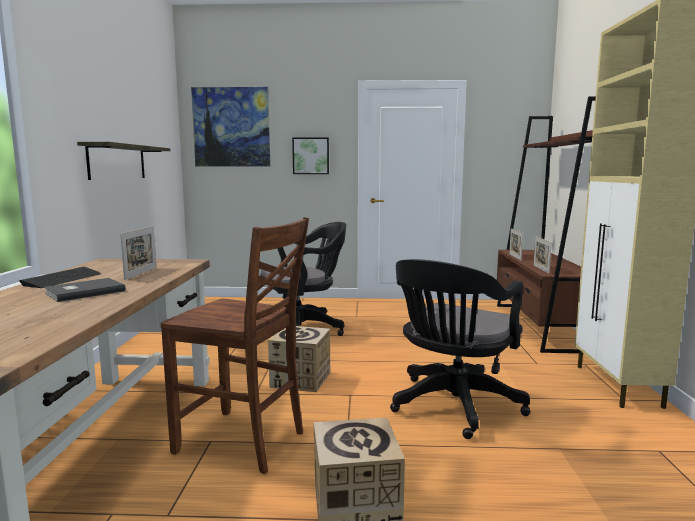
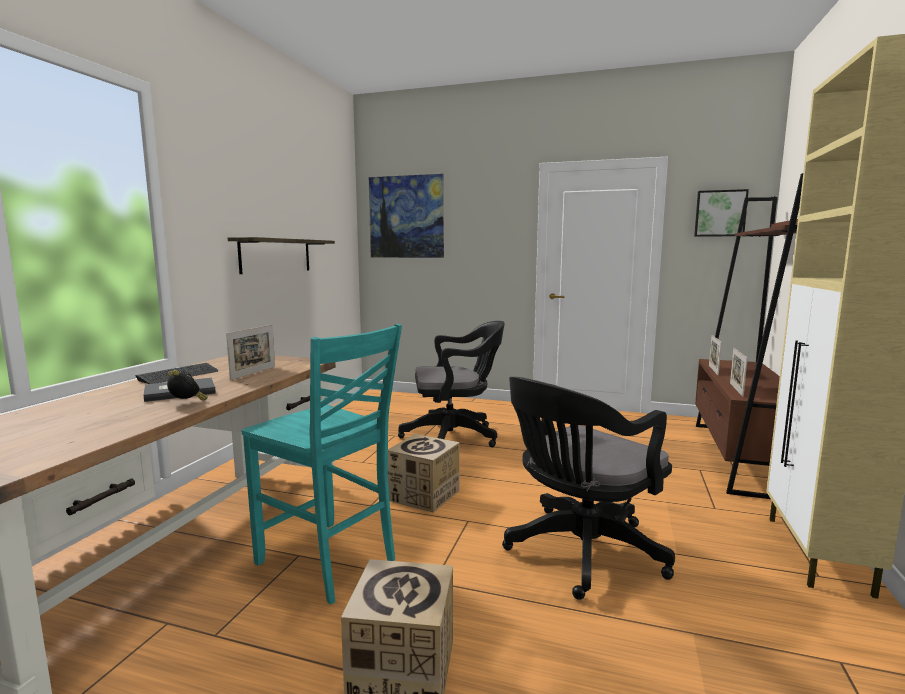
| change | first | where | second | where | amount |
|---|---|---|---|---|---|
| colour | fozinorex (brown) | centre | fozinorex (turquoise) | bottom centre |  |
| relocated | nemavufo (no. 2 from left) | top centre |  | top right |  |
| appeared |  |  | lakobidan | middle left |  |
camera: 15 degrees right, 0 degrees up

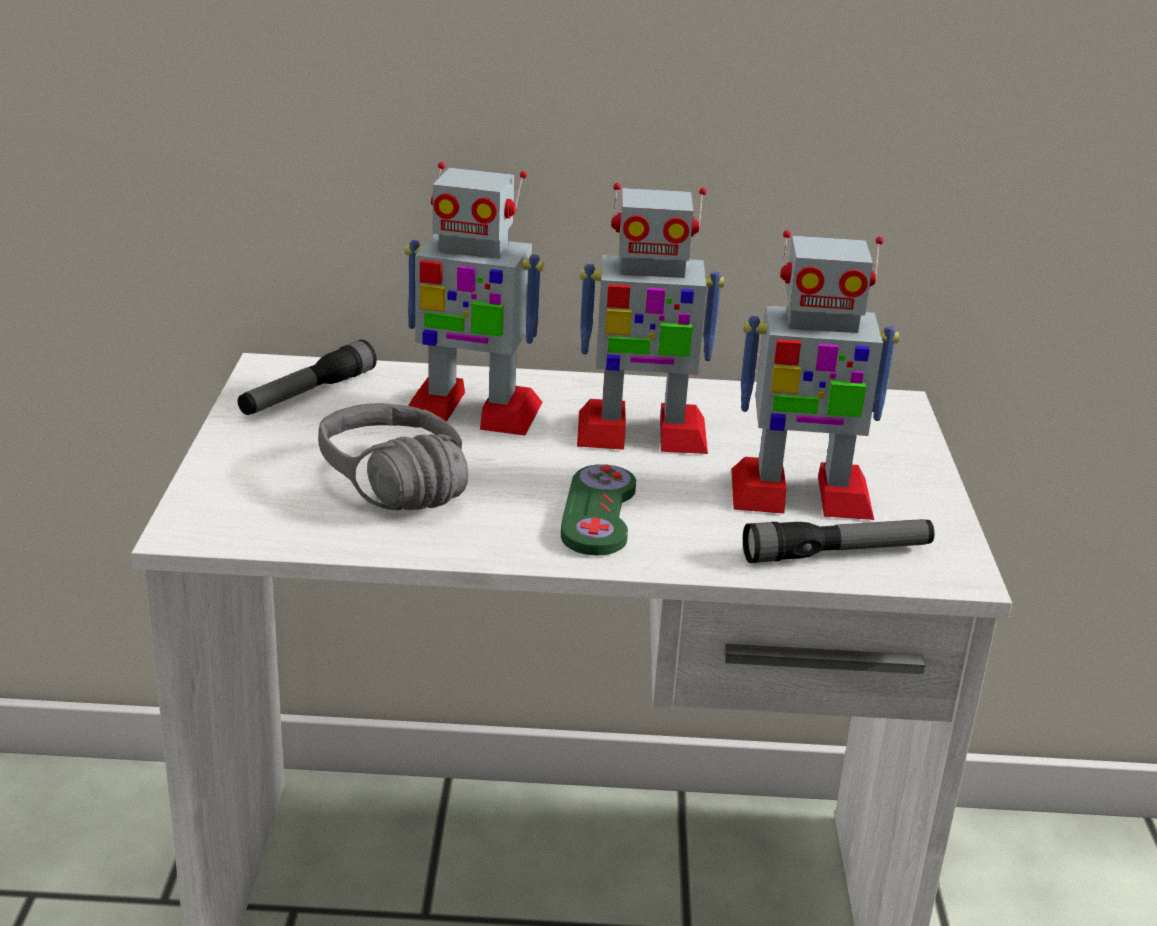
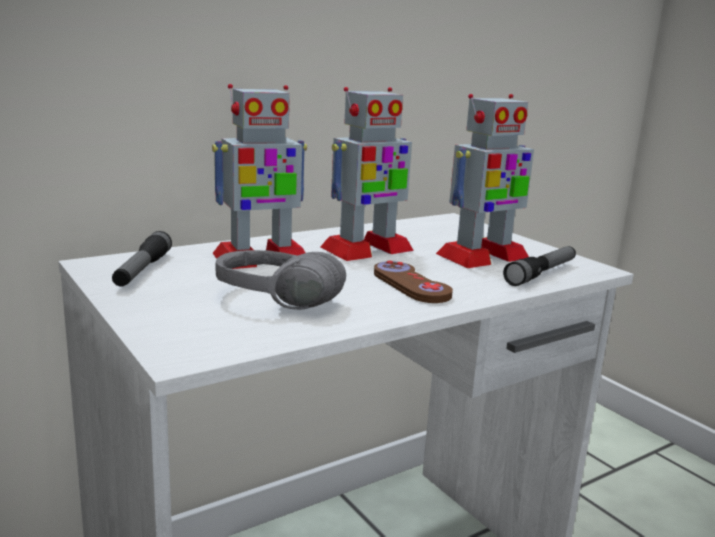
| change | first | where | second | where | amount |
|---|---|---|---|---|---|
| colour | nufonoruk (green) | centre | nufonoruk (brown) | centre |  |
camera: 35 degrees left, 10 degrees down

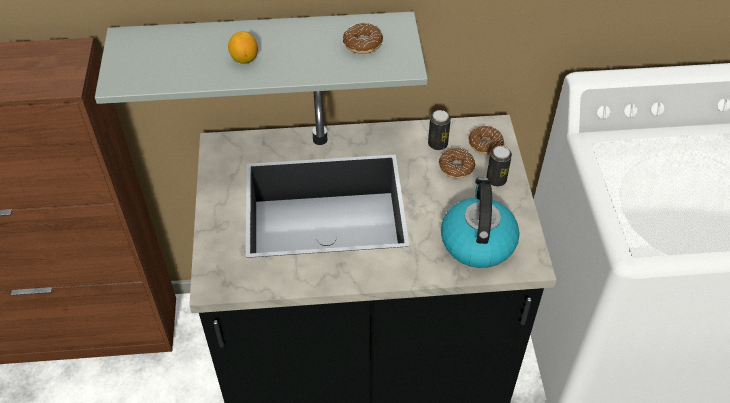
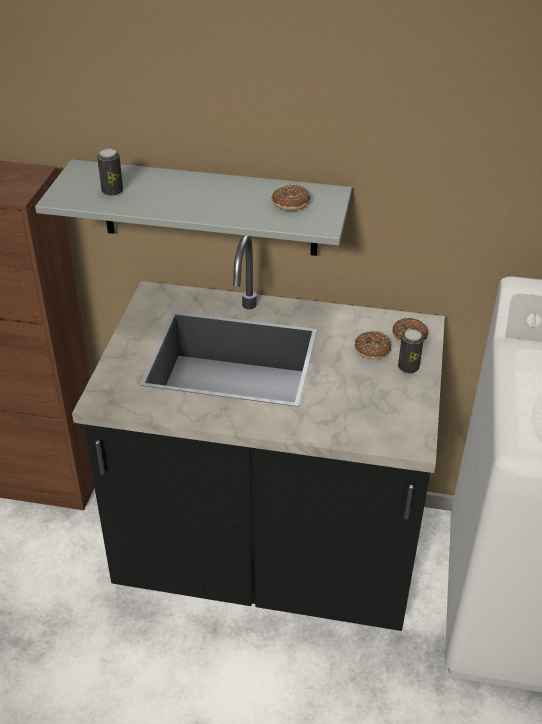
| change | first | where | second | where | amount |
|---|---|---|---|---|---|
| missing | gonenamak | top left |  |  |  |
| relocated | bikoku (no. 1 from left) | top centre |  | top left |  |
| missing | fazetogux | centre |  |  |  |
camera: 15 degrees right, 10 degrees down

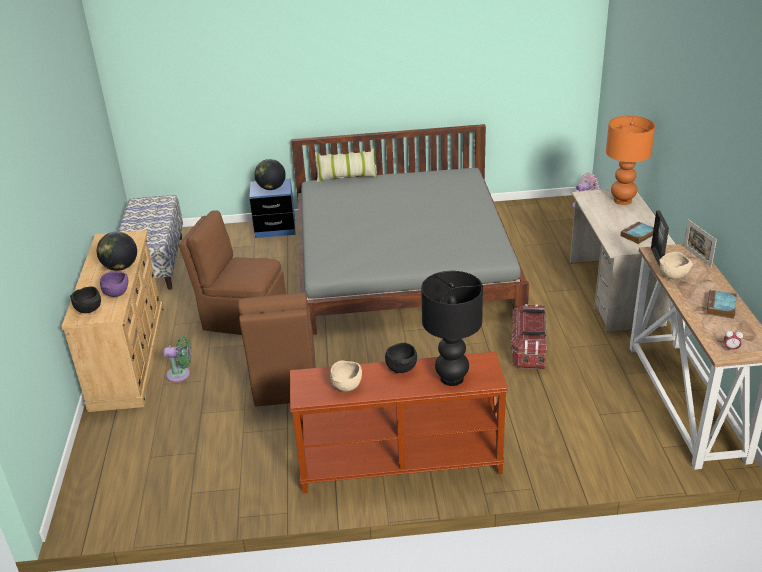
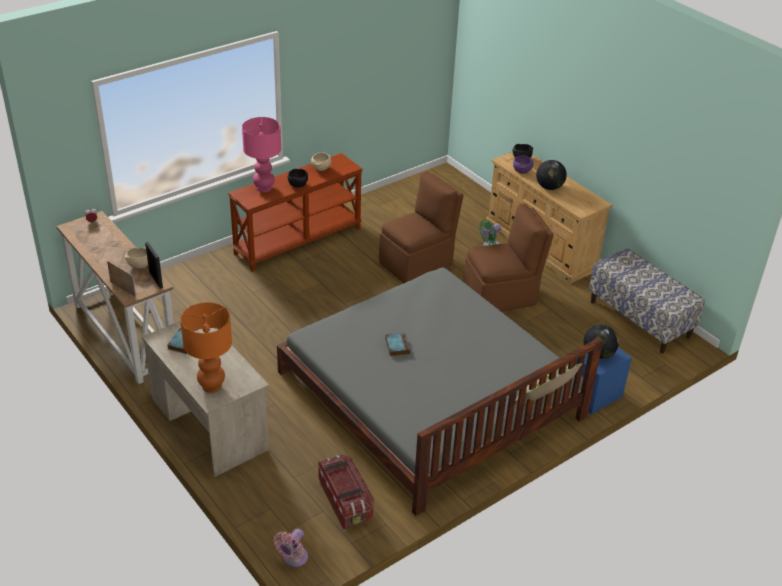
| change | first | where | second | where | amount |
|---|---|---|---|---|---|
| spun | fozinorex (brown) (no. 2 from left in the first image) | centre | fozinorex (brown) (no. 1 from left) | centre | 90 degrees clockwise |
| colour | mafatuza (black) | centre | mafatuza (pink) | top centre |  |
| relocated | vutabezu | middle right |  | bottom centre |  |
| relocated | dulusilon (no. 2 from left) | middle right |  | centre |  |
camera: 145 degrees right, 5 degrees up

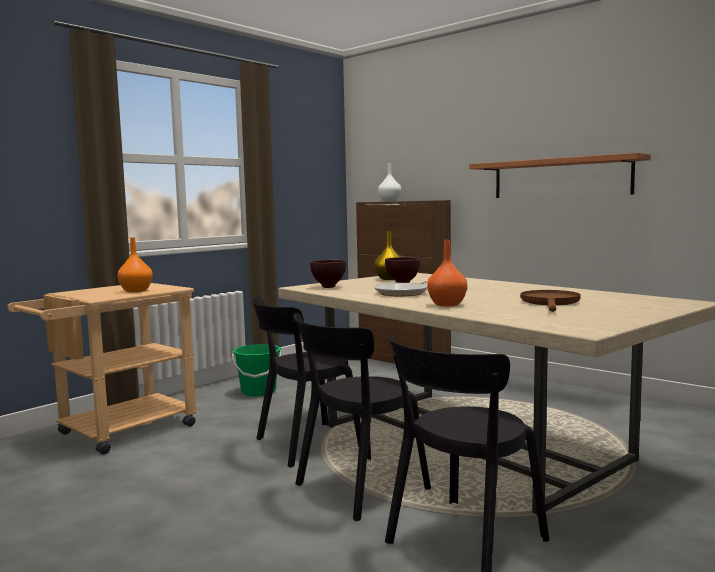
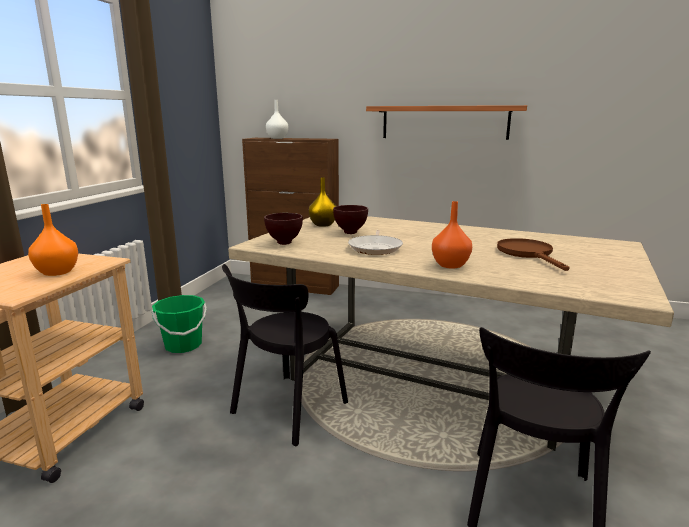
| change | first | where | second | where | amount |
|---|---|---|---|---|---|
| missing | fozinorex (black) (no. 2 from left) | bottom centre |  |  |  |
camera: 25 degrees left, 10 degrees up

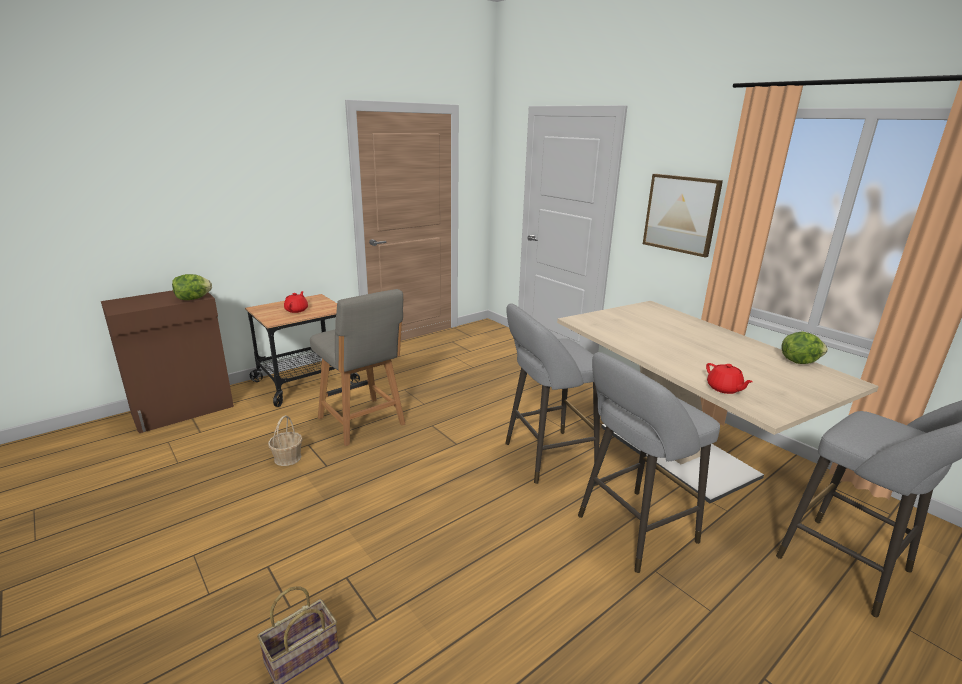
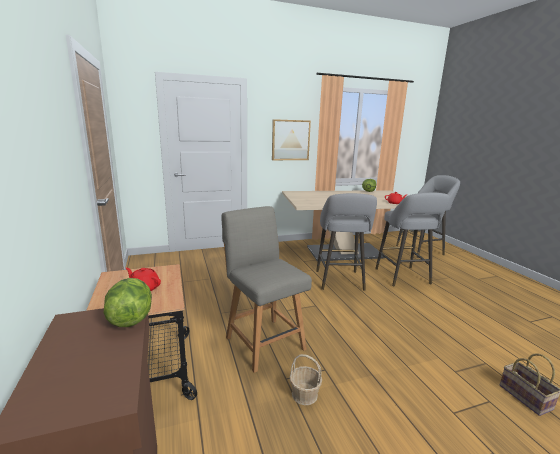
| change | first | where | second | where | amount |
|---|---|---|---|---|---|
| spun | fozinorex (grey) | centre |  | centre | 105 degrees counterclockwise |
camera: 70 degrees left, 5 degrees down

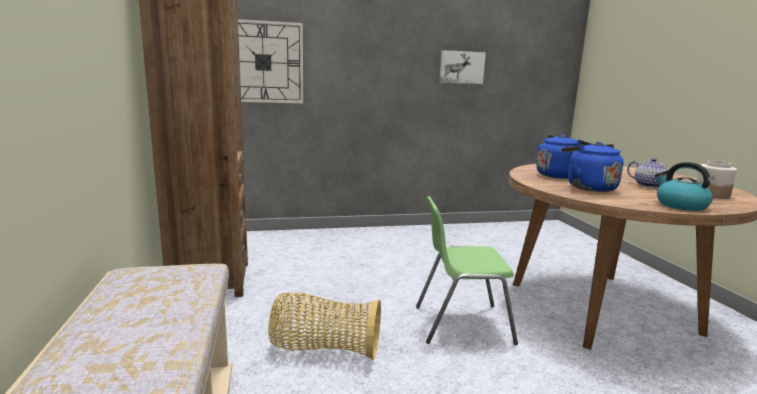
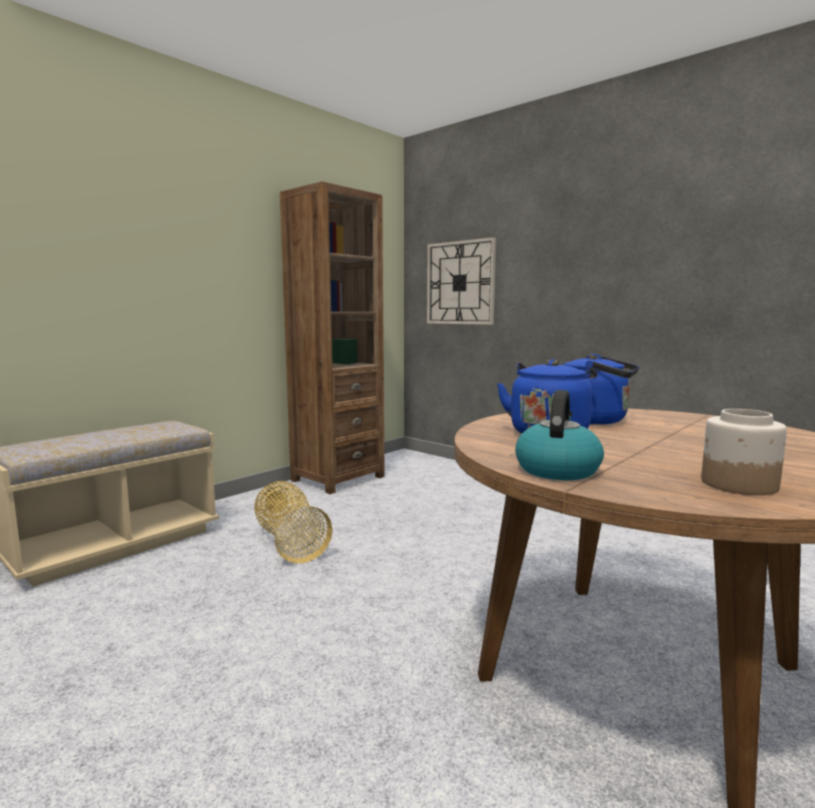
| change | first | where | second | where | amount |
|---|---|---|---|---|---|
| missing | fozinorex (green) | bottom centre |  |  |  |
| missing | nemavufo | top centre |  |  |  |
| missing | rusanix | middle right |  |  |  |
camera: 55 degrees right, 5 degrees down

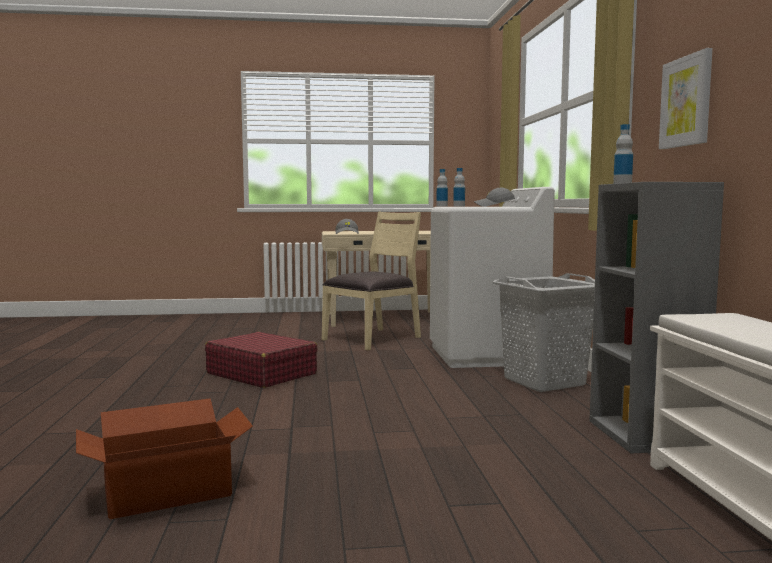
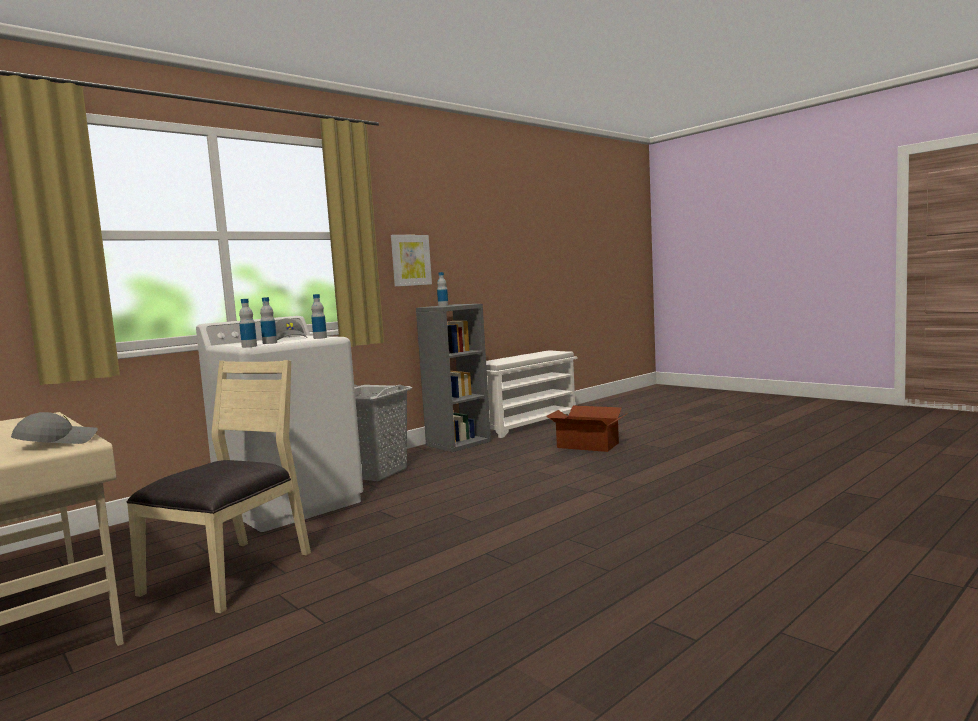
| change | first | where | second | where | amount |
|---|---|---|---|---|---|
| relocated | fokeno | bottom left |  | centre |  |
| missing | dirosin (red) | centre |  |  |  |
| spun | fozinorex (beige) | centre |  | bottom left | 105 degrees clockwise |
| appeared |  |  | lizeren (no. 3 from left) | middle left |  |
camera: 125 degrees left, 0 degrees up

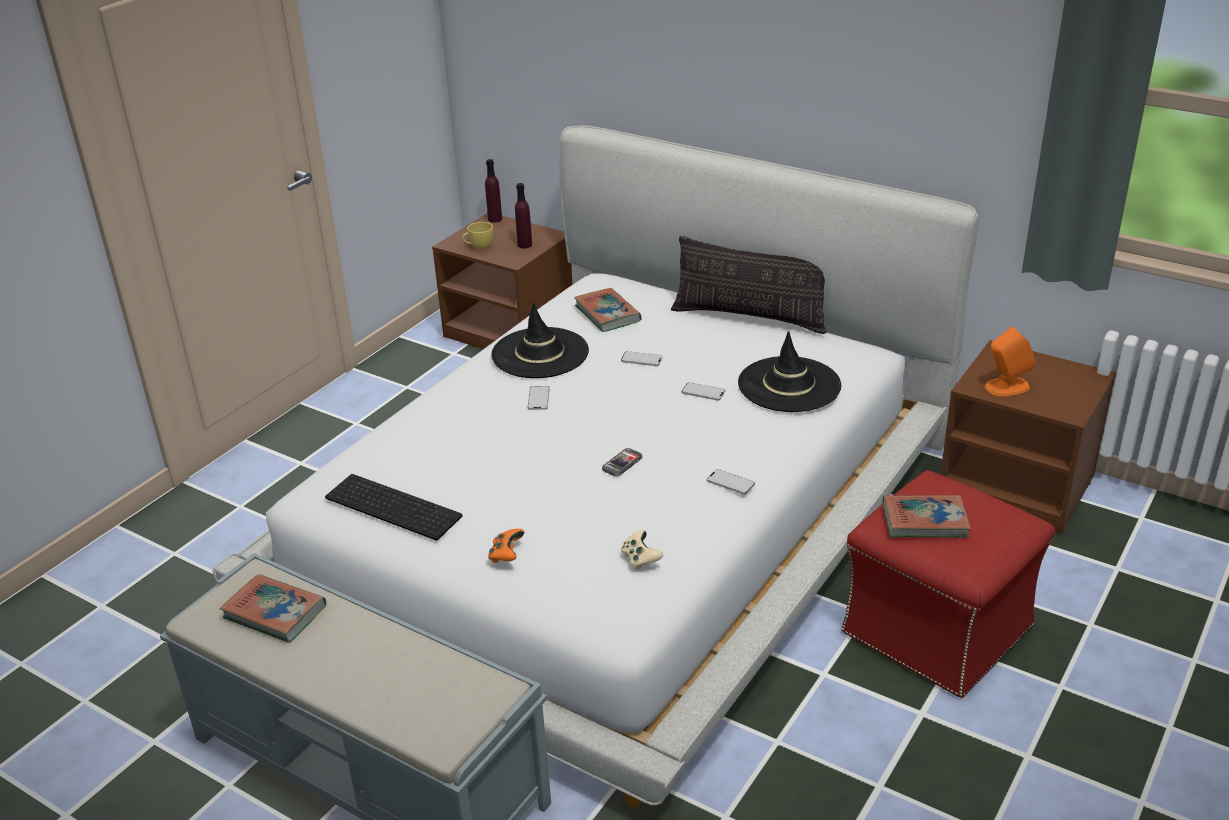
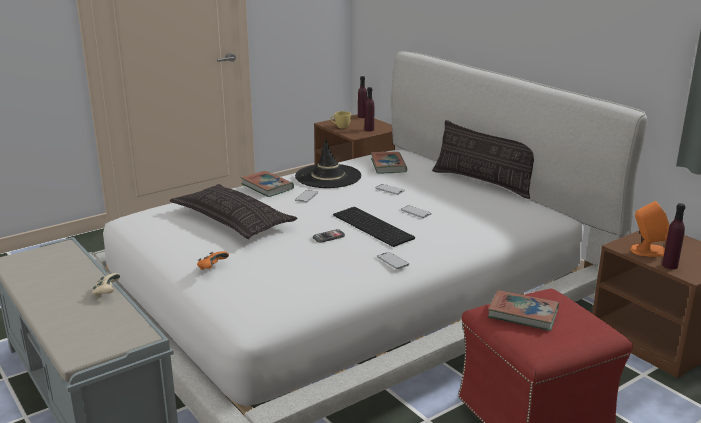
| change | first | where | second | where | amount |
|---|---|---|---|---|---|
| relocated | dulusilon (no. 1 from left) | bottom left |  | centre |  |
| relocated | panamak | middle left |  | centre |  |
| relocated | nufonoruk (beige) | bottom centre |  | bottom left |  |
| missing | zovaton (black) (no. 2 from left) | centre |  |  |  |
| appeared |  |  | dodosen (no. 1 from left) | middle left |  |
| appeared |  |  | lizeren (purple) (no. 3 from left) | middle right |  |
camera: 20 degrees right, 10 degrees down

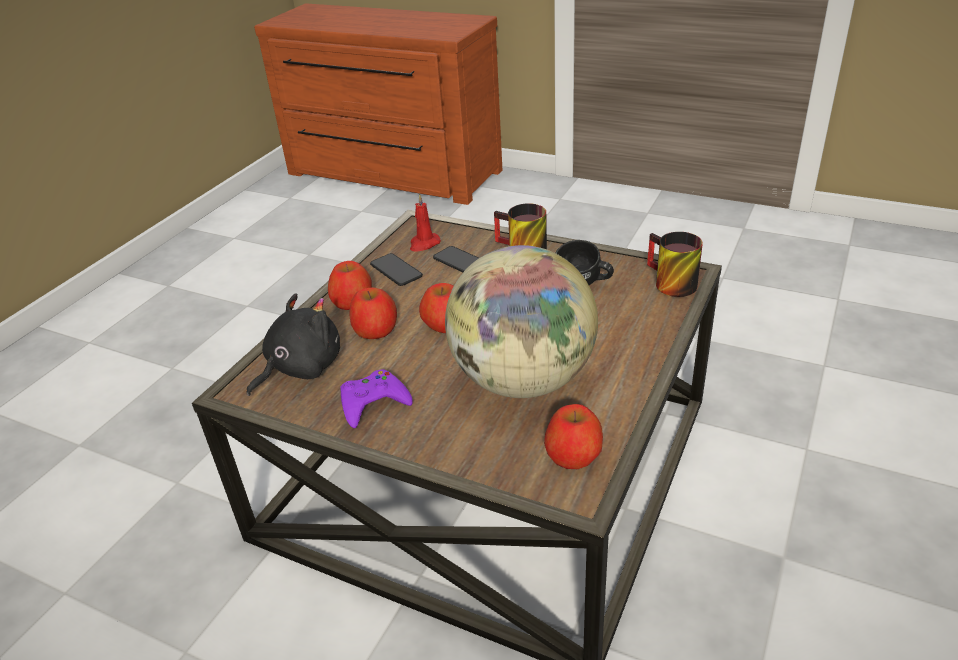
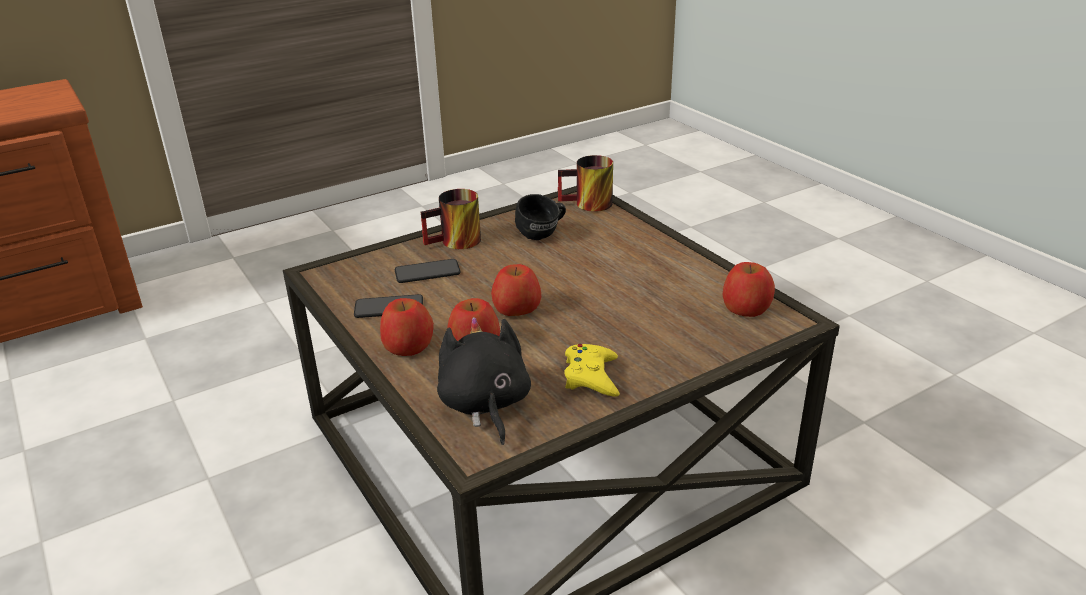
| change | first | where | second | where | amount |
|---|---|---|---|---|---|
| colour | nufonoruk (purple) | centre | nufonoruk (yellow) | centre |  |
| missing | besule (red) | centre |  |  |  |
| missing | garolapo | centre |  |  |  |
camera: 60 degrees left, 5 degrees down

